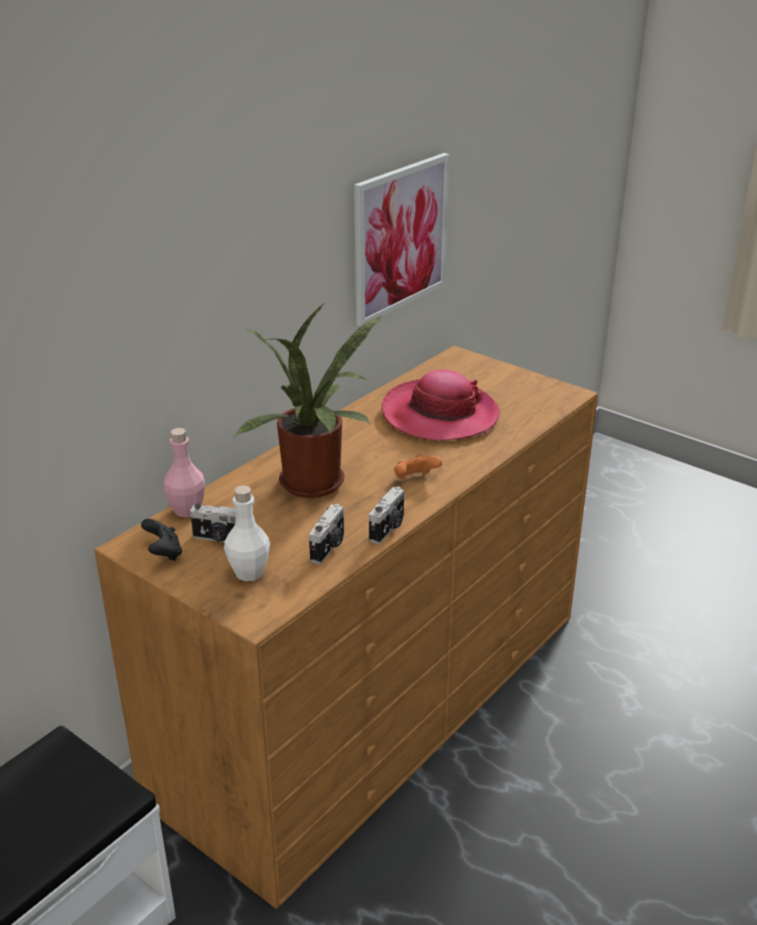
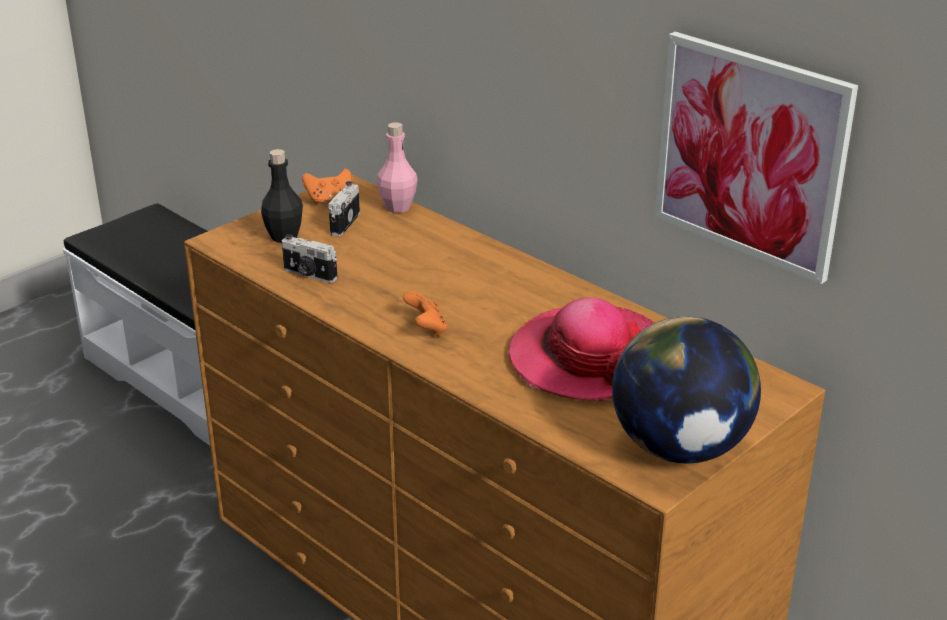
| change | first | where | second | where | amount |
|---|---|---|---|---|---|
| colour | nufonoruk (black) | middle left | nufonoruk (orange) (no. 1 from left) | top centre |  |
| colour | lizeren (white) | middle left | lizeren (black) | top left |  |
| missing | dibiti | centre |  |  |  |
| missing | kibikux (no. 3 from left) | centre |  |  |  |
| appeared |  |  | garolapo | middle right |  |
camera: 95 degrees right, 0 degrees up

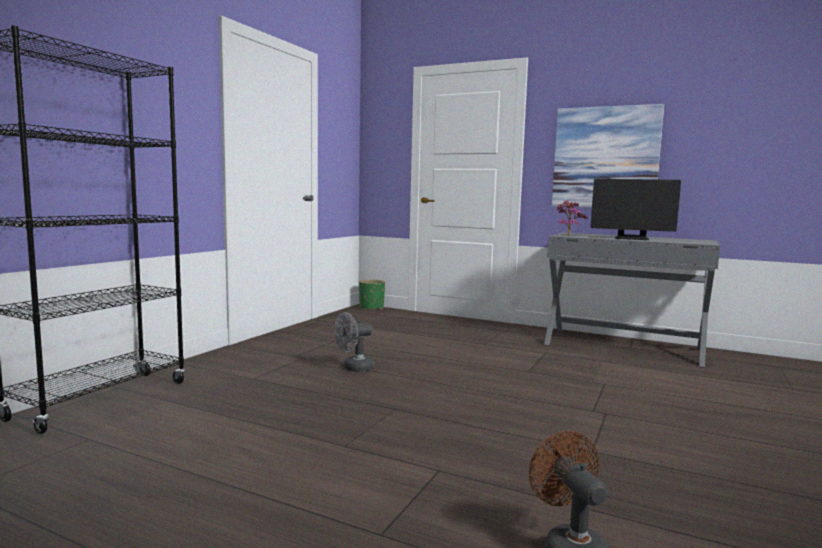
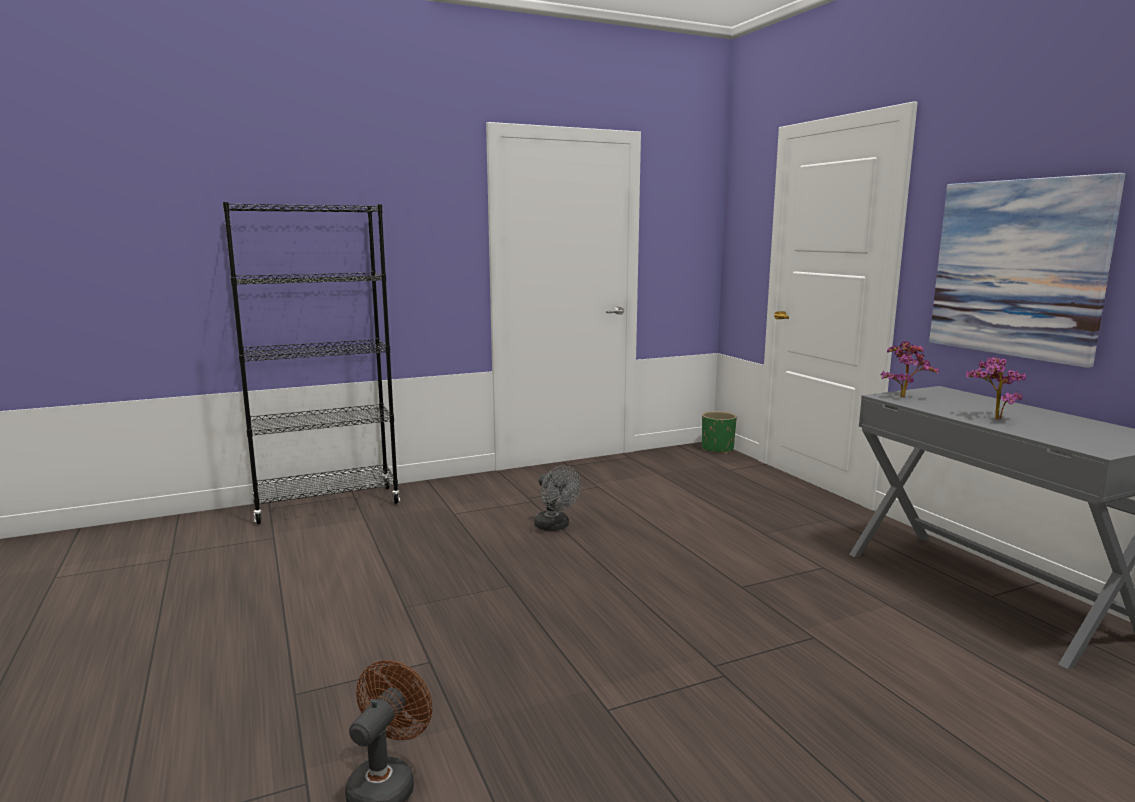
| change | first | where | second | where | amount |
|---|---|---|---|---|---|
| spun | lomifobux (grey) | centre |  | centre | 135 degrees counterclockwise |
| exchanged | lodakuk | middle right | dibiti (no. 2 from left) | middle right |  |
camera: 40 degrees right, 5 degrees up

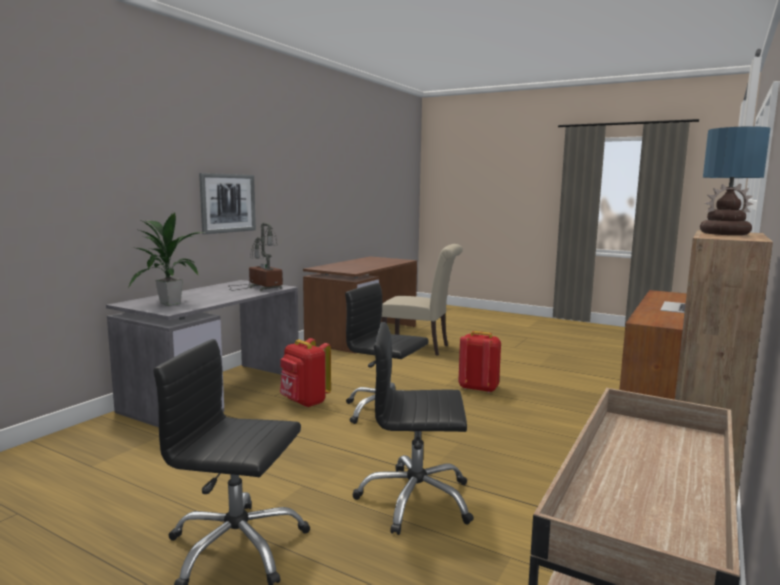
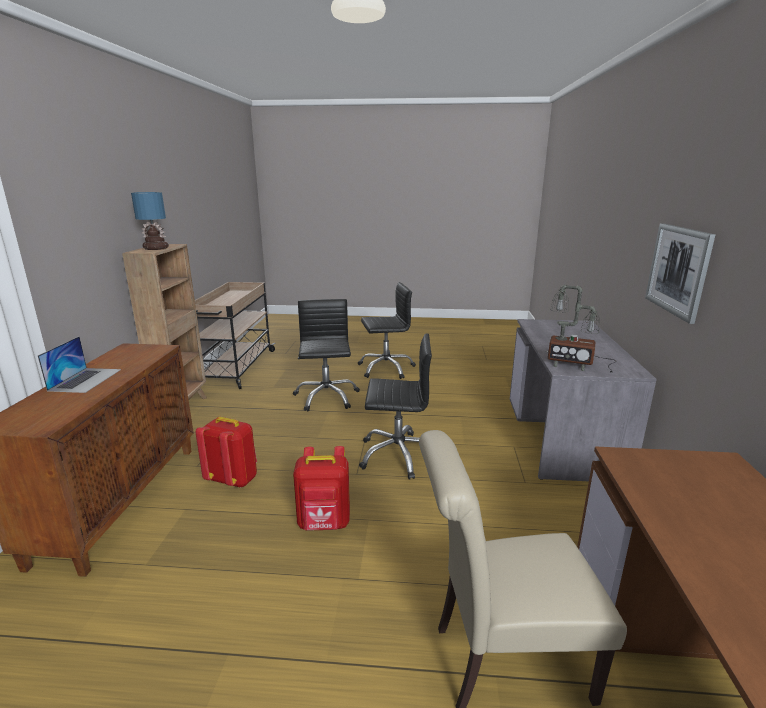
| change | first | where | second | where | amount |
|---|---|---|---|---|---|
| missing | dibiti | middle left |  |  |  |
| relocated | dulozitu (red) (no. 1 from left) | centre |  | middle left |  |
| spun | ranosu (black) (no. 3 from left in the first image) | bottom centre | ranosu (black) (no. 1 from left) | centre | 75 degrees counterclockwise |
camera: 155 degrees right, 10 degrees up

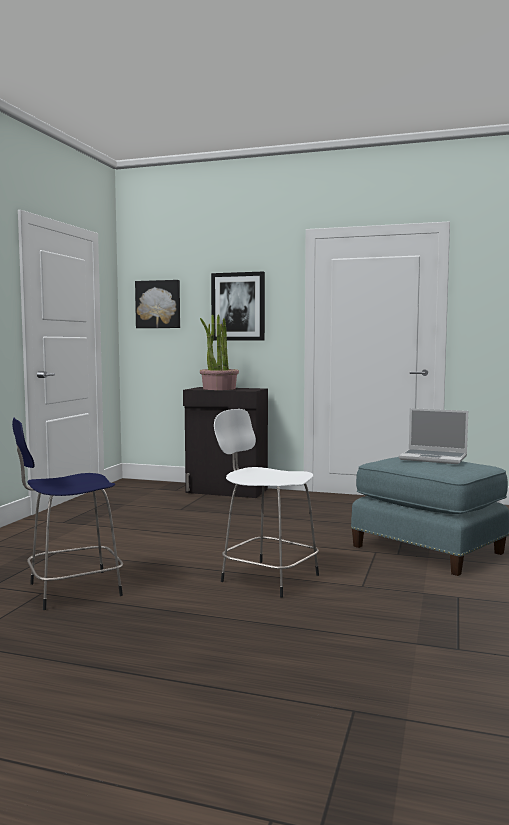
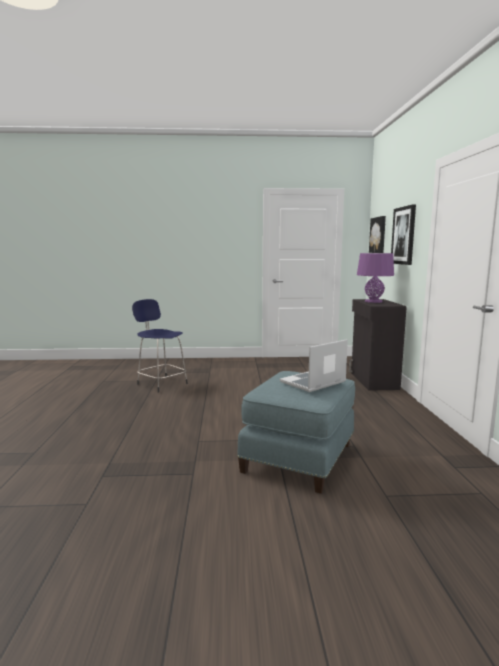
| change | first | where | second | where | amount |
|---|---|---|---|---|---|
| exchanged | dibiti | centre | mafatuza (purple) | middle right |  |
| missing | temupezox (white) | centre |  |  |  |
| spun | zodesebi | middle right |  | centre | 45 degrees clockwise |
camera: 70 degrees right, 5 degrees up

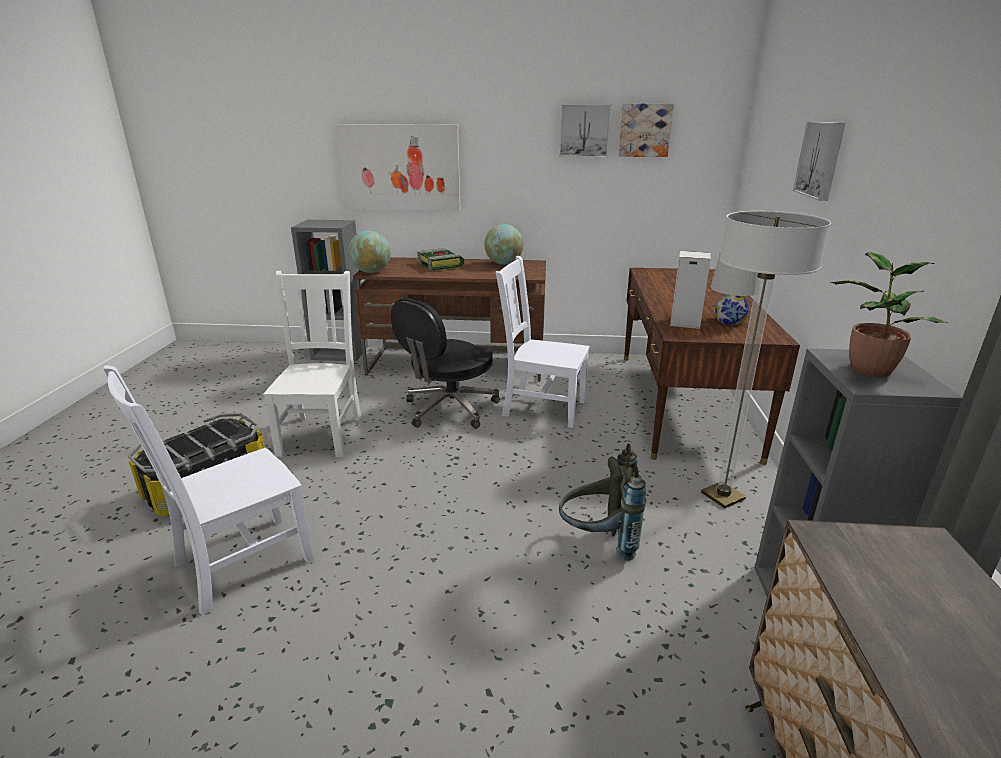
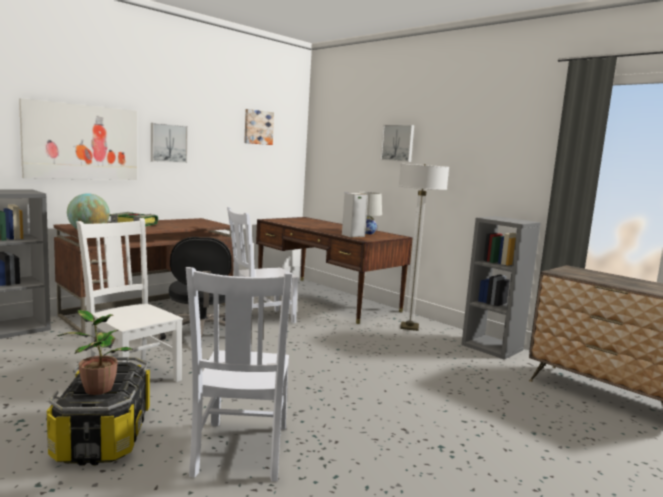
| change | first | where | second | where | amount |
|---|---|---|---|---|---|
| missing | garolapo (no. 2 from left) | top centre |  |  |  |
| relocated | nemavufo (no. 2 from left) | top centre |  | top left |  |
| missing | dulozitu (grey) | centre |  |  |  |
| relocated | dibiti | middle right |  | bottom left |  |
camera: 50 degrees left, 15 degrees down

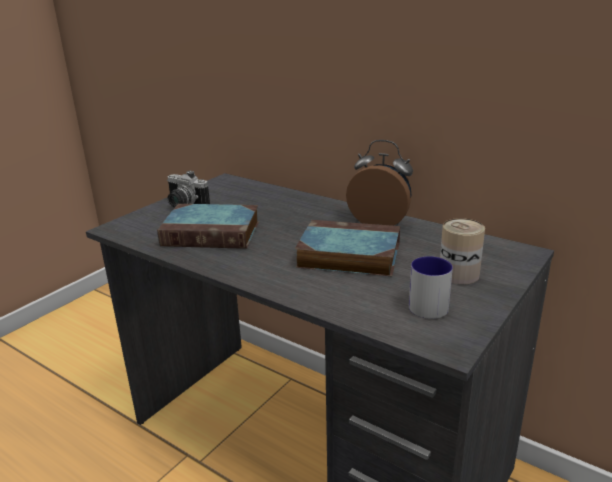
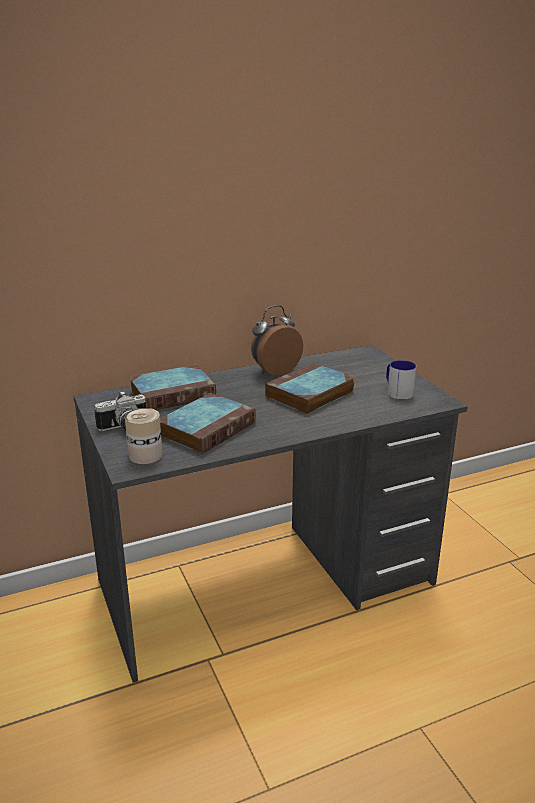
| change | first | where | second | where | amount |
|---|---|---|---|---|---|
| relocated | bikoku | middle right |  | middle left |  |
| appeared |  |  | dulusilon (no. 1 from left) | middle left |  |
camera: 60 degrees left, 0 degrees up

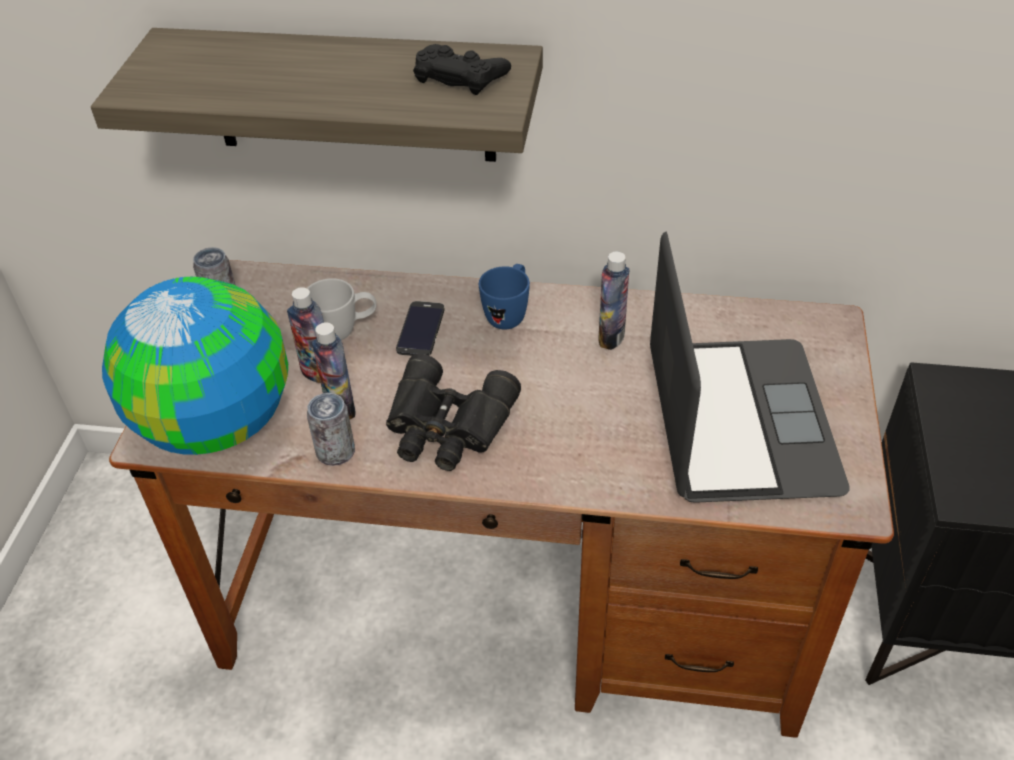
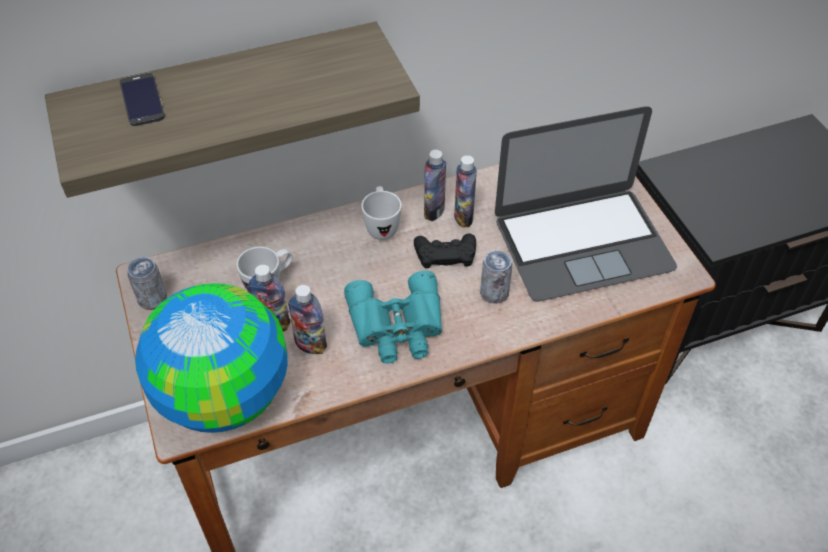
| change | first | where | second | where | amount |
|---|---|---|---|---|---|
| relocated | bikoku (no. 2 from left) | middle left |  | centre |  |
| colour | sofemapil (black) | centre | sofemapil (turquoise) | centre |  |
| relocated | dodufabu | centre |  | top left |  |
| relocated | nufonoruk (black) | top centre |  | centre |  |
| colour | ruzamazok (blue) | centre | ruzamazok (white) (no. 2 from left) | centre |  |
| spun | zodesebi | middle right |  | middle right | 105 degrees clockwise |
| appeared |  |  | lizeren (no. 3 from left) | centre |  |
camera: 30 degrees left, 5 degrees up

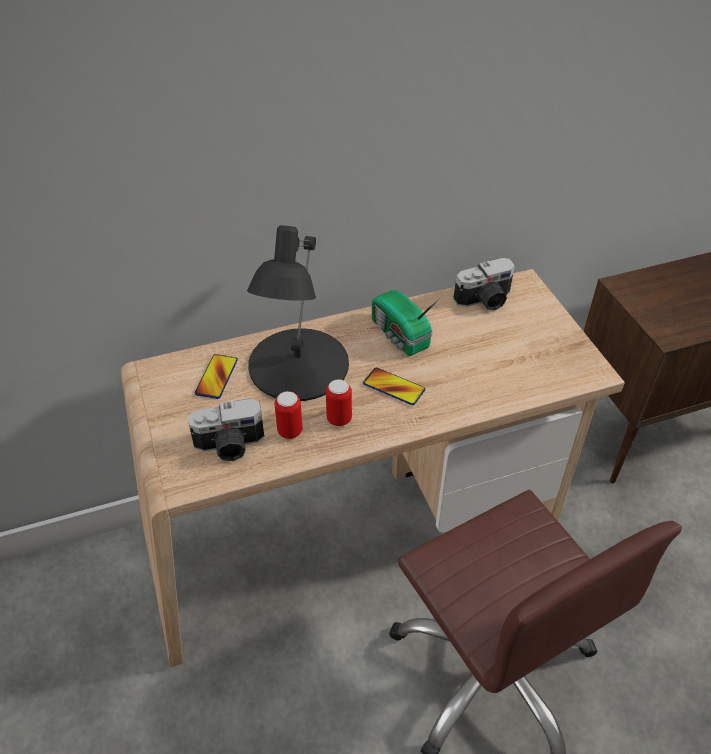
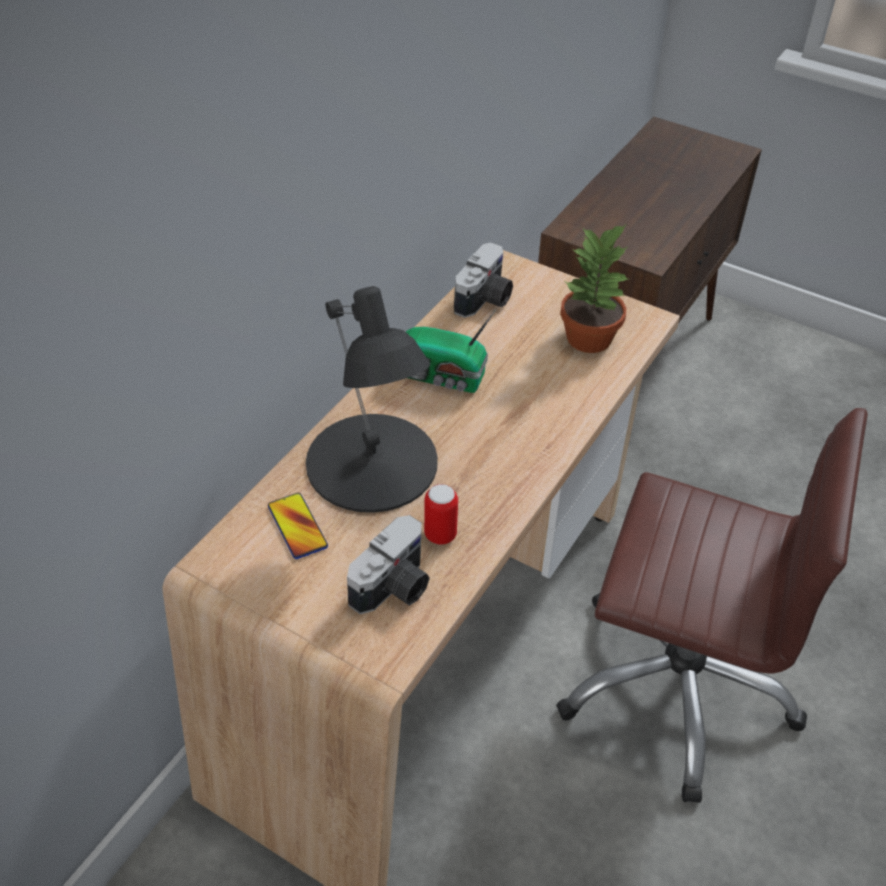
| change | first | where | second | where | amount |
|---|---|---|---|---|---|
| missing | bikoku (no. 2 from left) | centre |  |  |  |
| missing | dodufabu (no. 2 from left) | centre |  |  |  |
| appeared |  |  | dibiti | top right |  |
camera: 40 degrees left, 0 degrees up

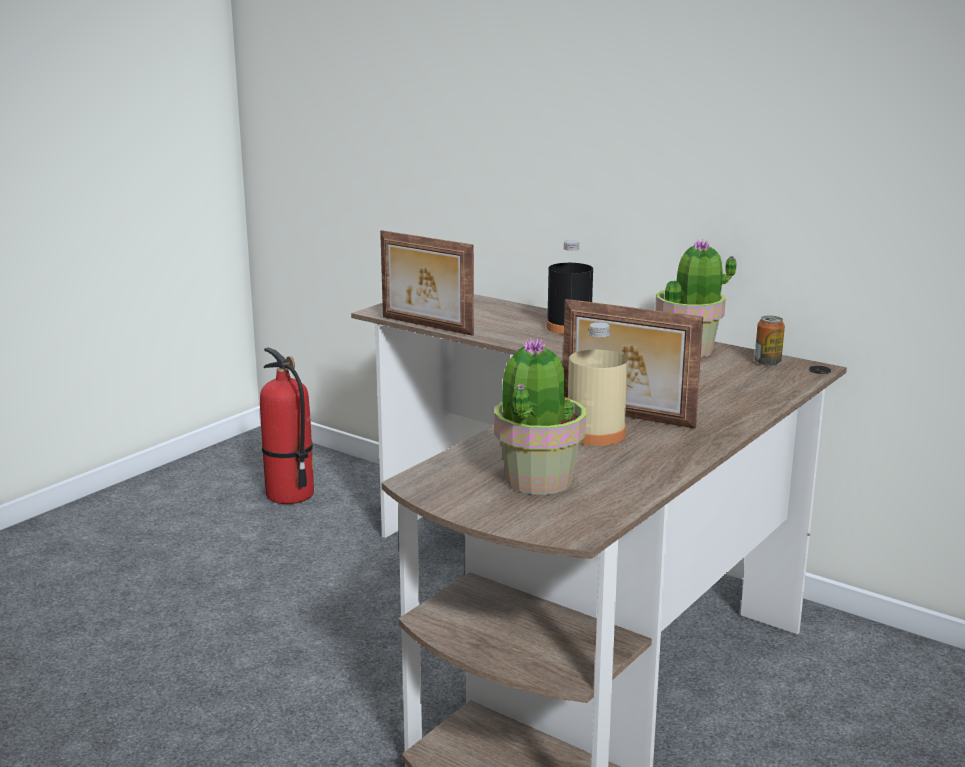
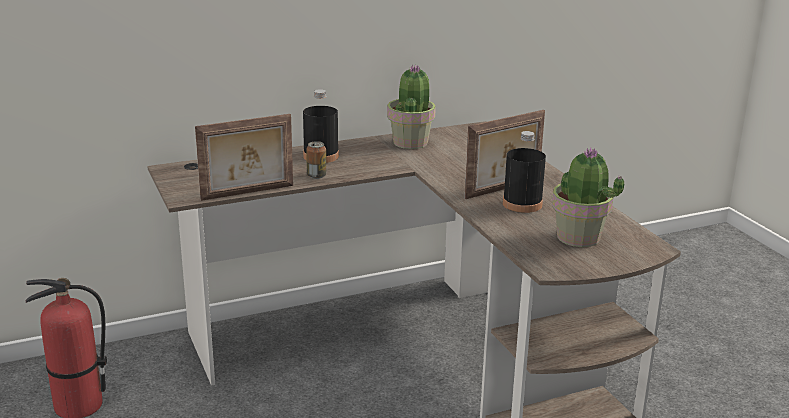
| change | first | where | second | where | amount |
|---|---|---|---|---|---|
| colour | lizeren (beige) | centre | lizeren (black) (no. 2 from left) | centre |  |
| relocated | bikoku | middle right |  | centre |  |
camera: 60 degrees left, 5 degrees up

